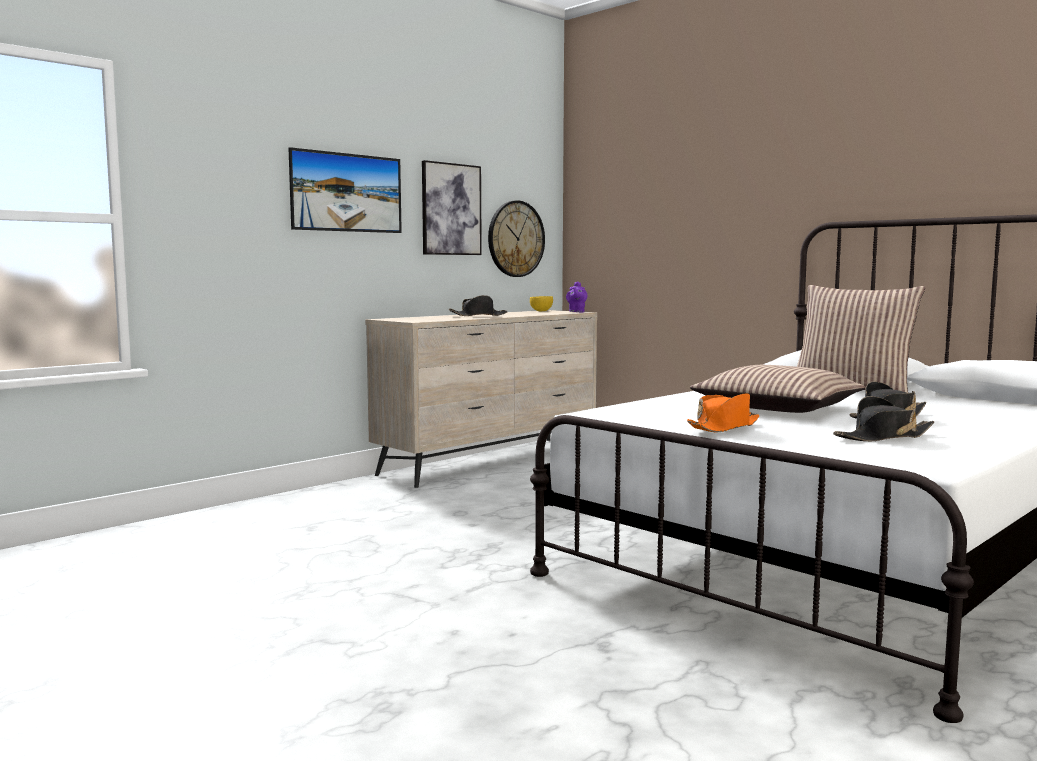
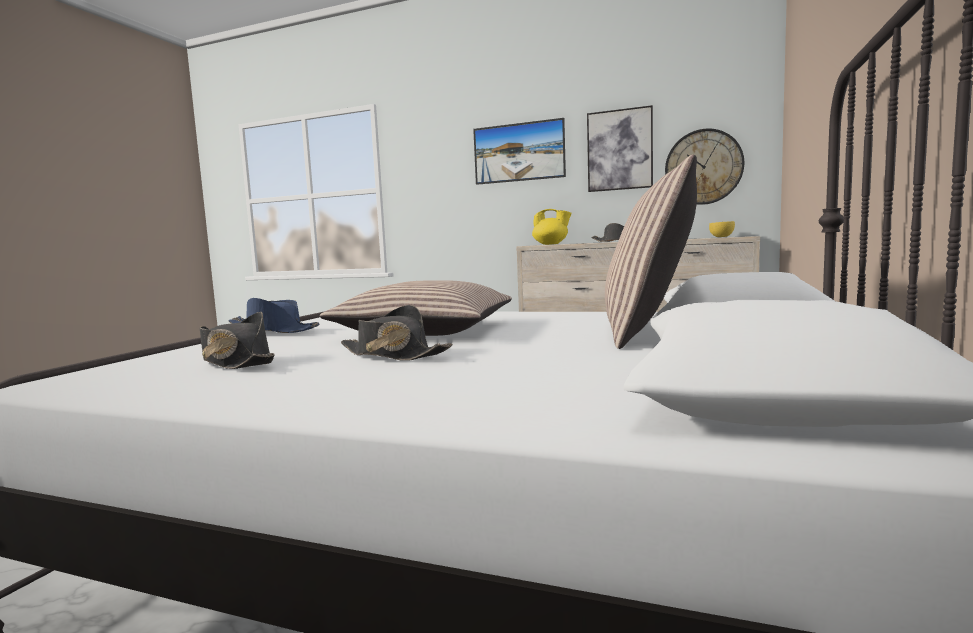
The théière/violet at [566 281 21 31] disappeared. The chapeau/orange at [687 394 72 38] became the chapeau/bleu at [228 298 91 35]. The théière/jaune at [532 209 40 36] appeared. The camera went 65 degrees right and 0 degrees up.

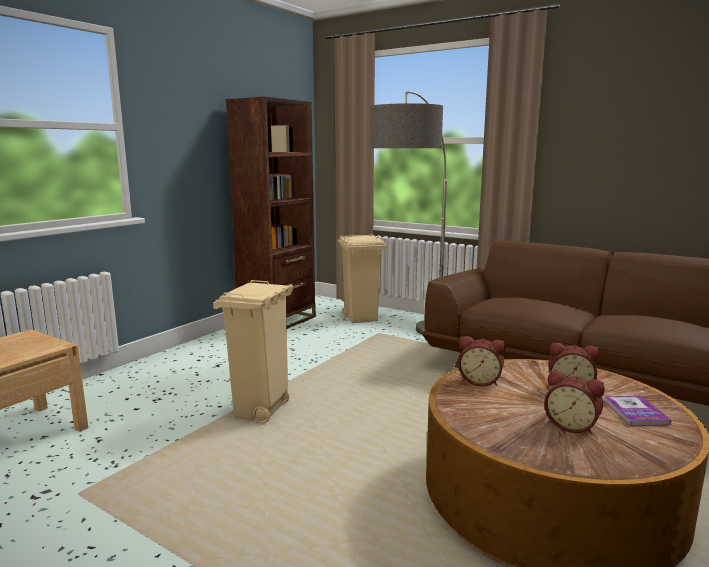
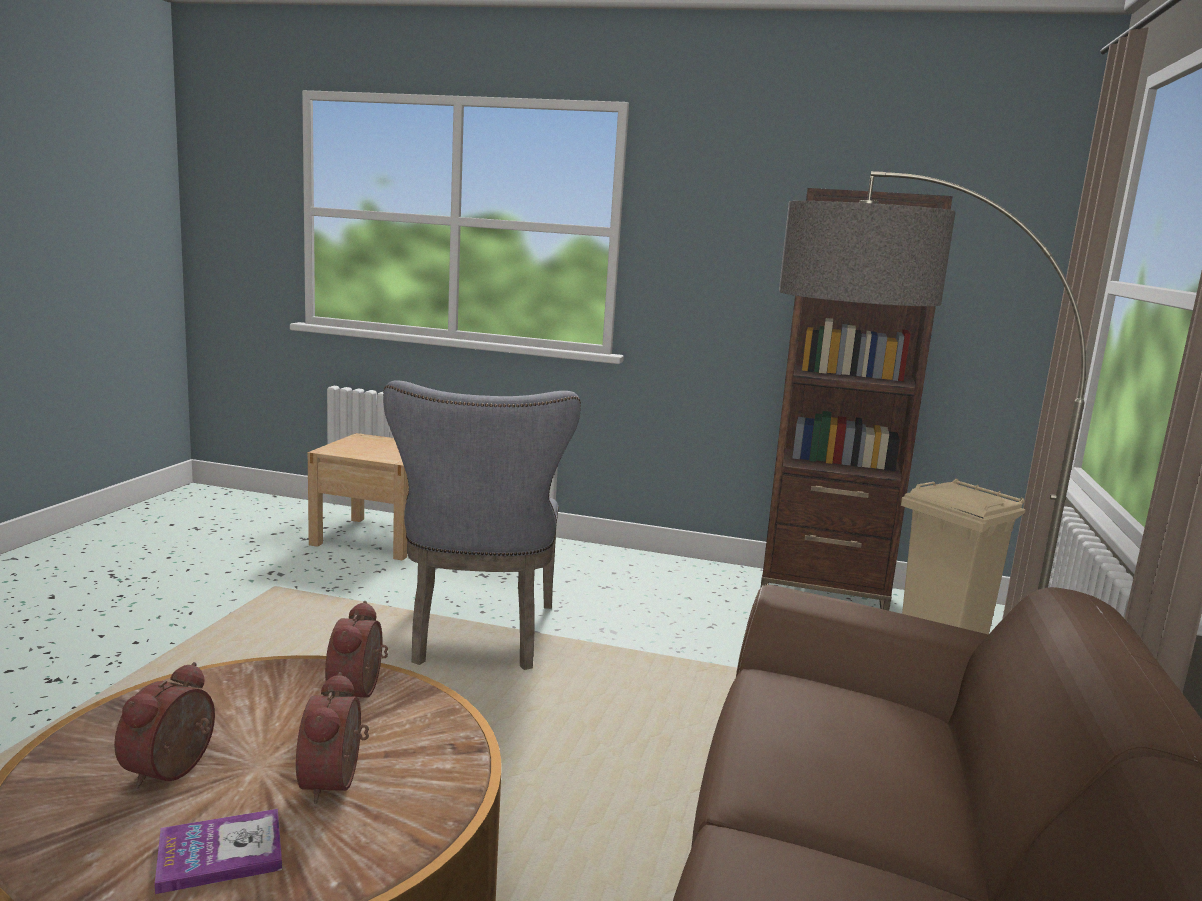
The poubelle/beige at [213 280 80 143] was replaced by the chaise/gris at [383 380 198 290]. The camera went 70 degrees right and 0 degrees up.

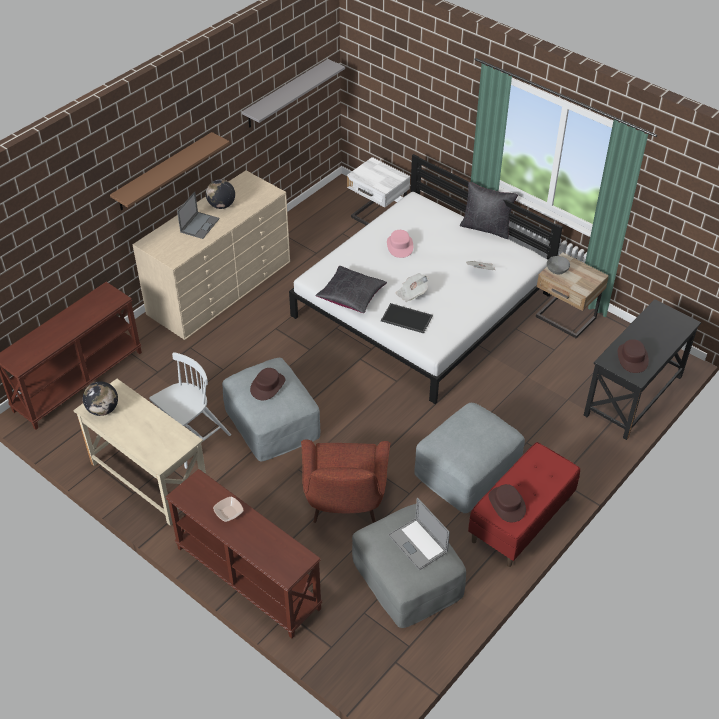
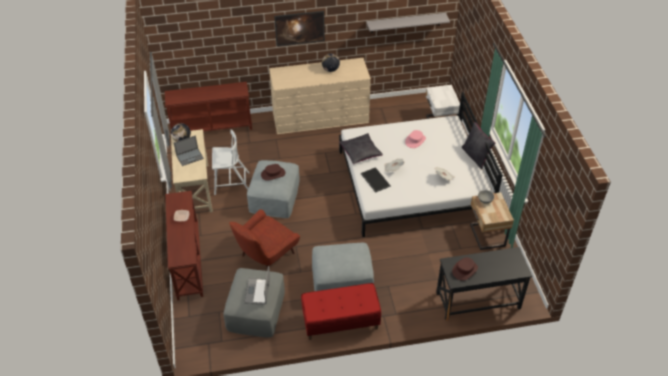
The étagère/marron at [110 132 120 78] was replaced by the tableau at [274 11 51 35]. The ordinateur portable moved from [177 191 43 48] to [174 135 30 31]. The chapeau/marron at [489 484 37 38] disappeared. The camera went 40 degrees right and 0 degrees up.

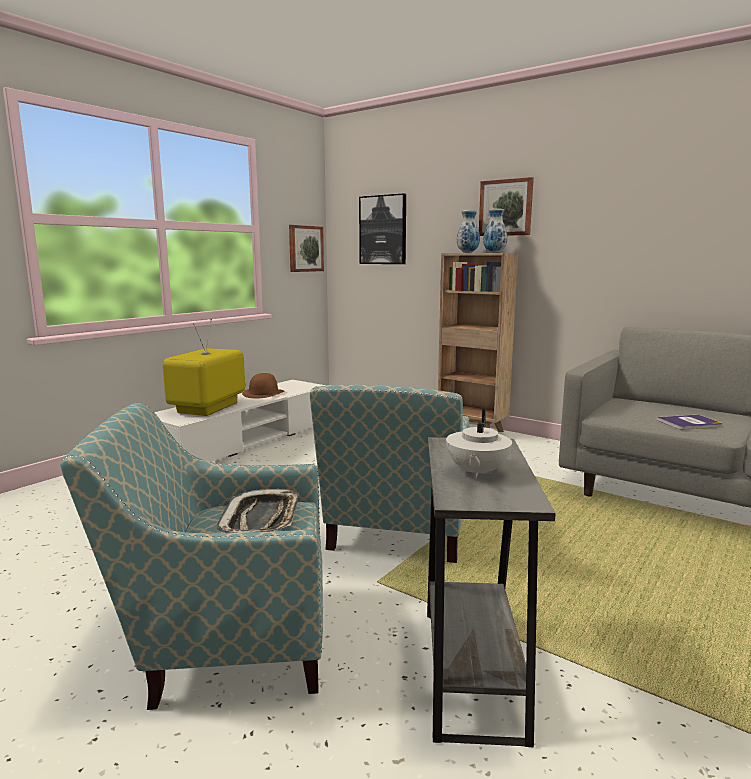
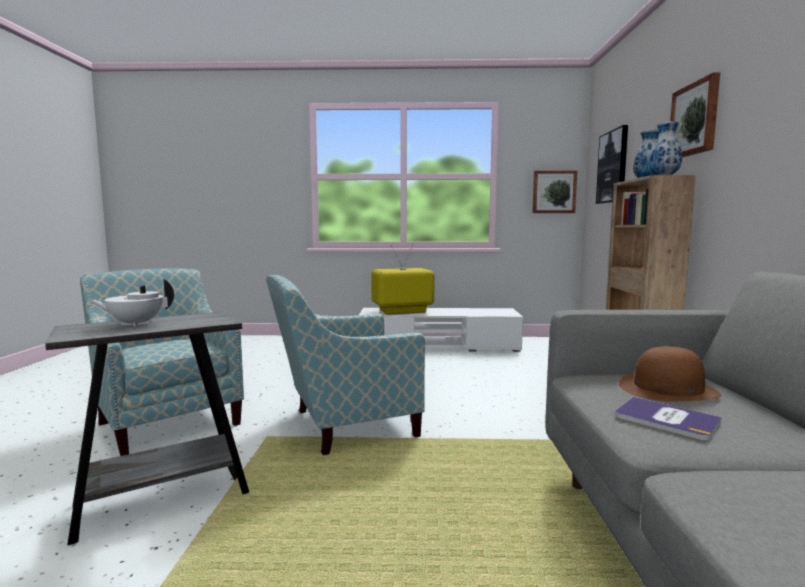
The chapeau/marron moved from [242 373 42 26] to [619 346 103 56]. The plateau at [217 489 82 44] disappeared. The camera went 55 degrees right and 5 degrees down.

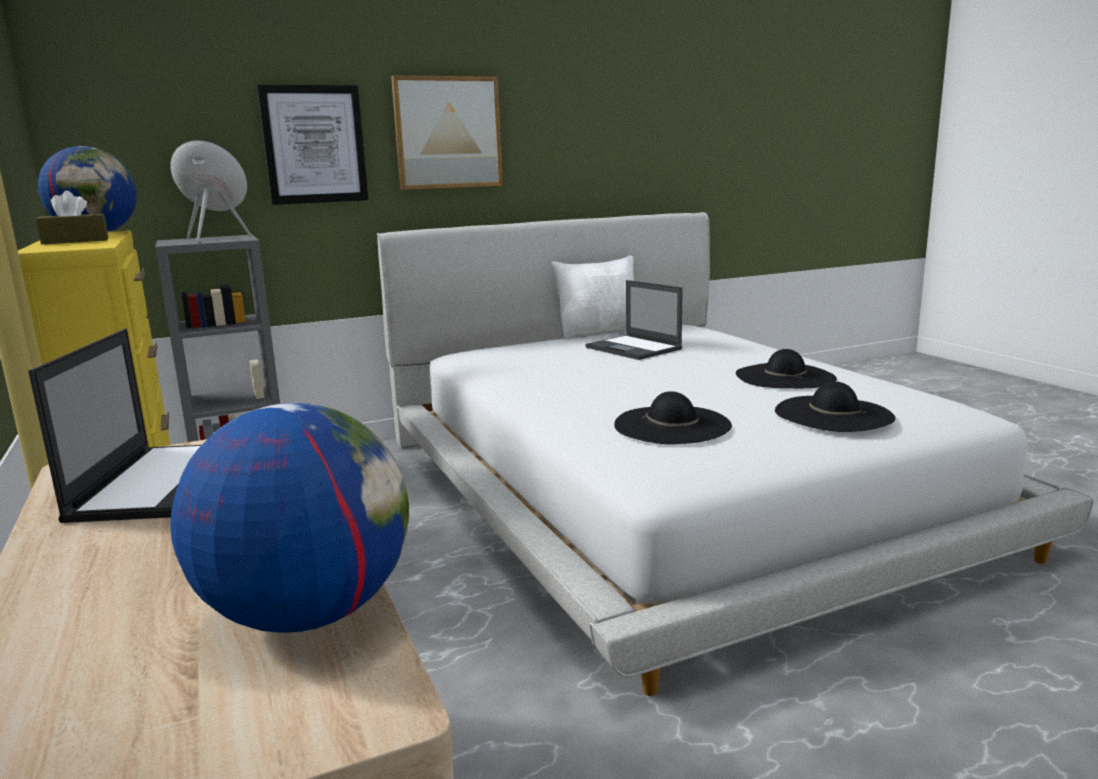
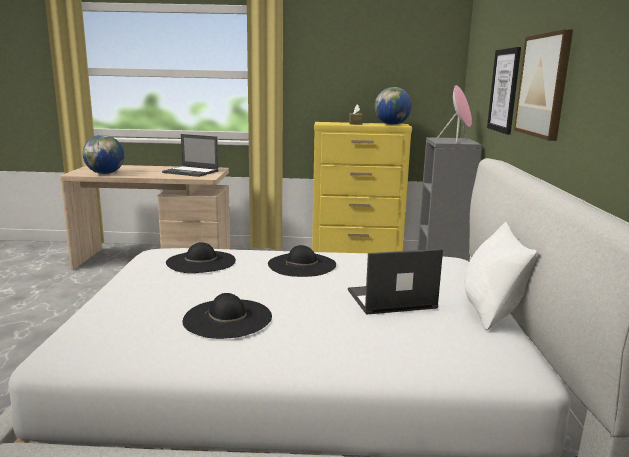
The chapeau/noir moved from [775 382 120 50] to [268 245 68 32]. The camera went 115 degrees right and 0 degrees up.

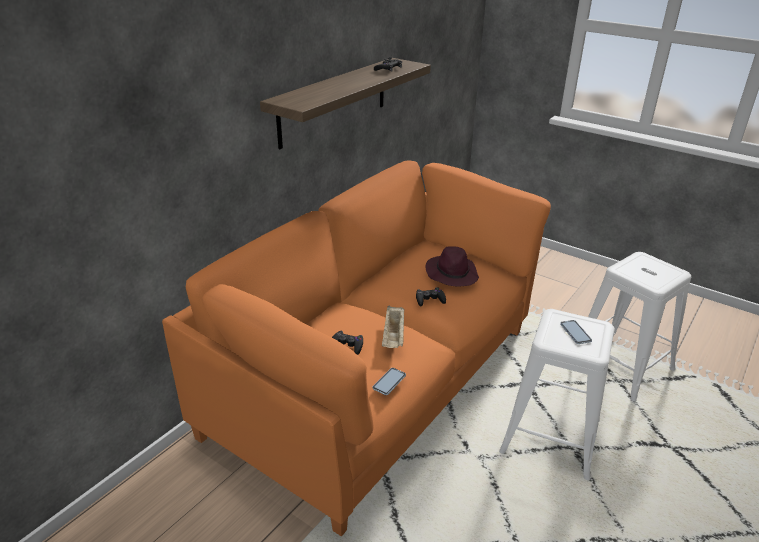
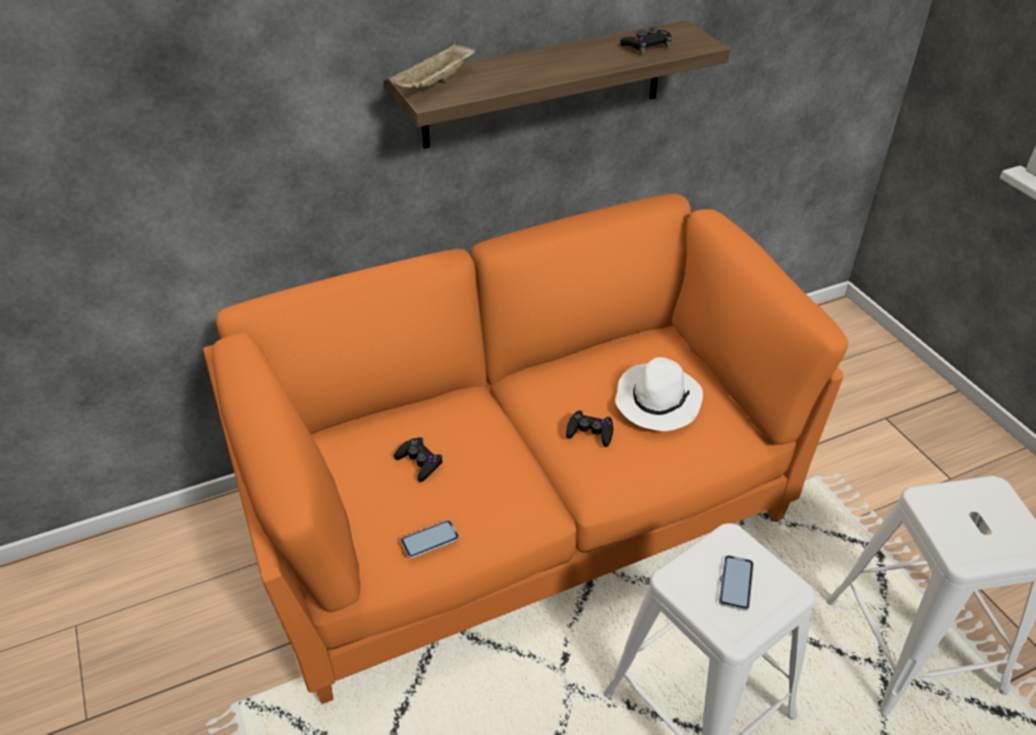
The chapeau/violet at [425 246 54 40] became the chapeau/blanc at [615 357 88 74]. The plateau/beige moved from [382 305 22 43] to [389 42 86 46]. The camera went 30 degrees right and 10 degrees up.

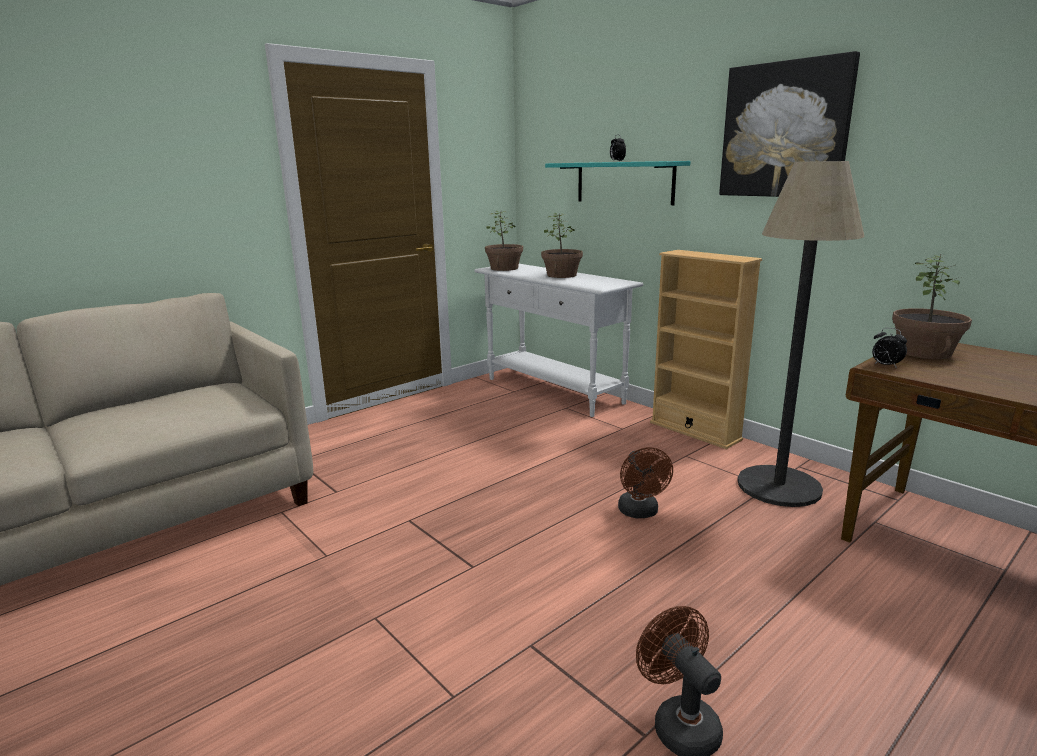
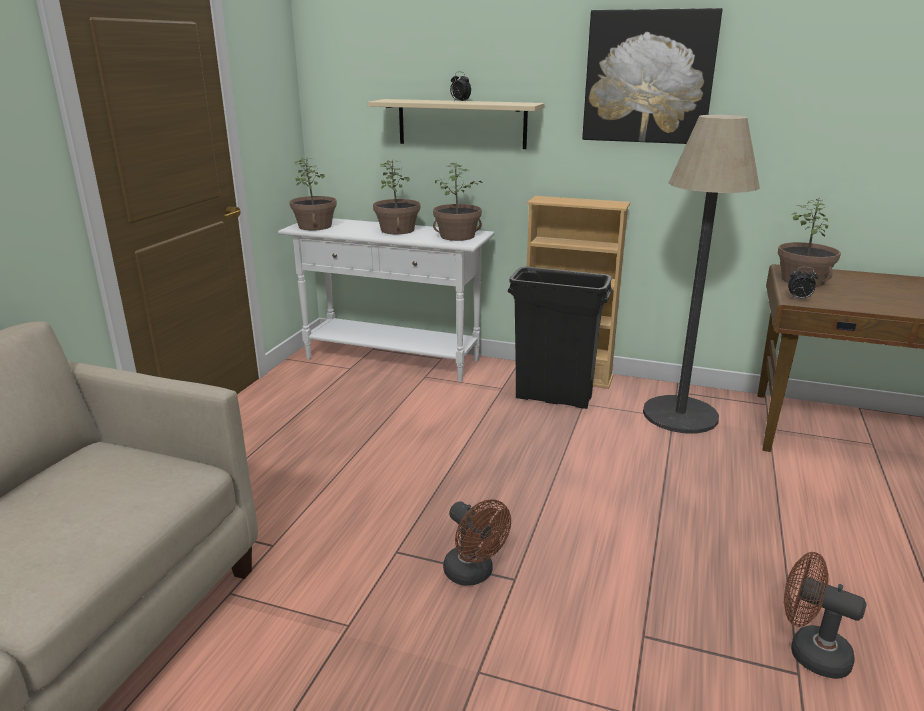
The étagère/turquoise at [545 161 146 44] became the étagère/beige at [368 99 177 50]. The ventilateur/marron moved from [618 447 55 71] to [443 499 68 87]. The plante en pot at [433 163 50 78] appeared. The poubelle/noir at [508 267 104 142] appeared. The camera went 30 degrees left and 5 degrees up.

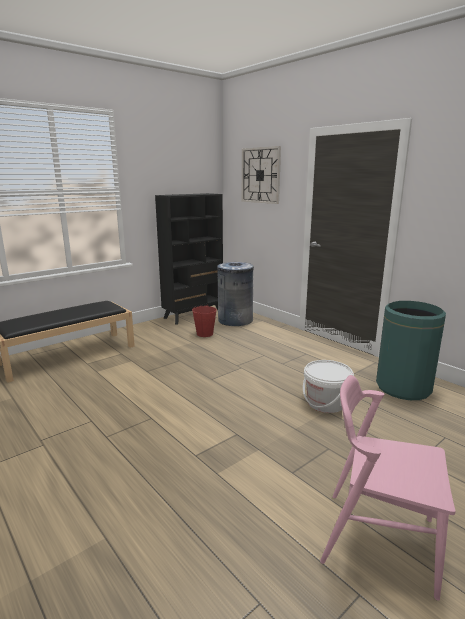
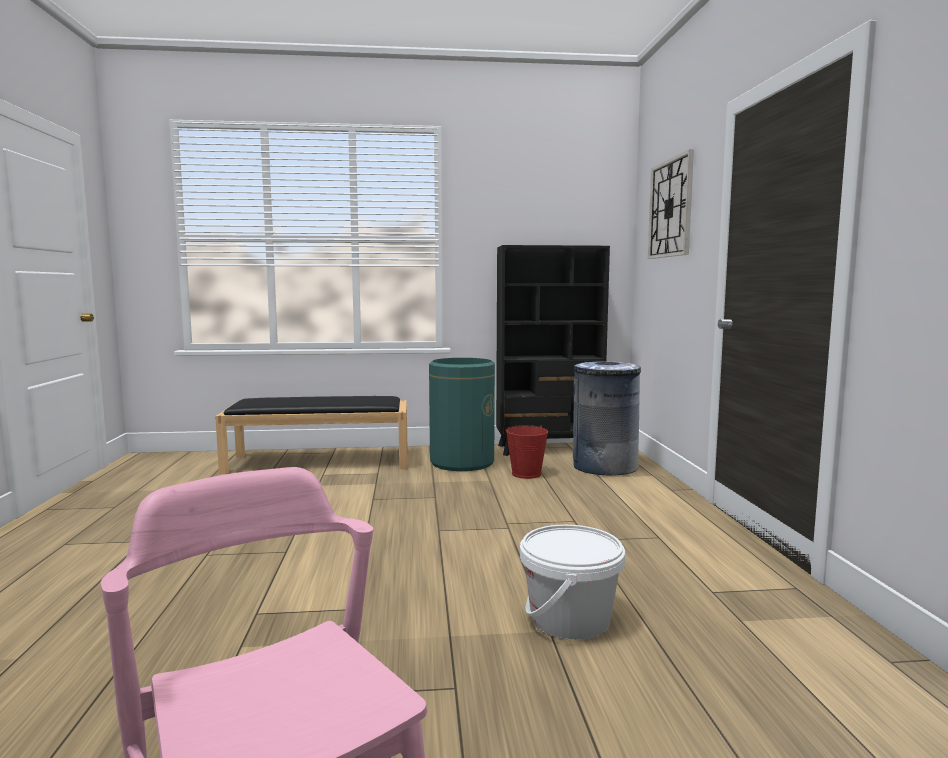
The poubelle/vert moved from [376 301 70 99] to [429 358 66 113]. The camera went 35 degrees right and 10 degrees down.

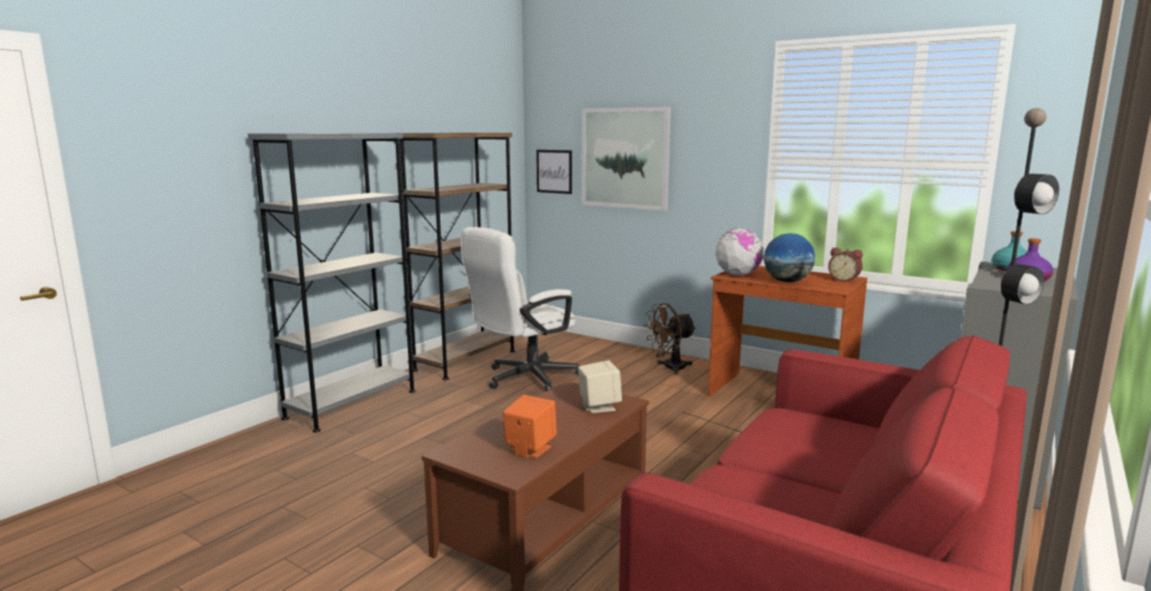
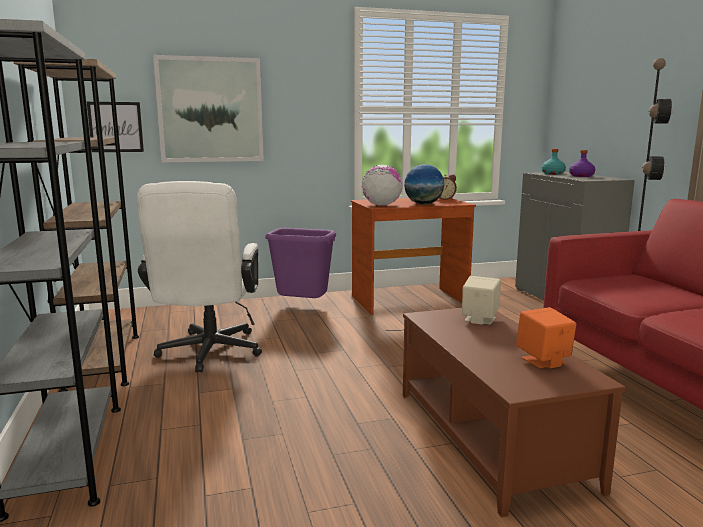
The ventilateur/marron at [644 303 52 71] was replaced by the poubelle/violet at [265 228 71 70]. The camera went 50 degrees left and 0 degrees up.

